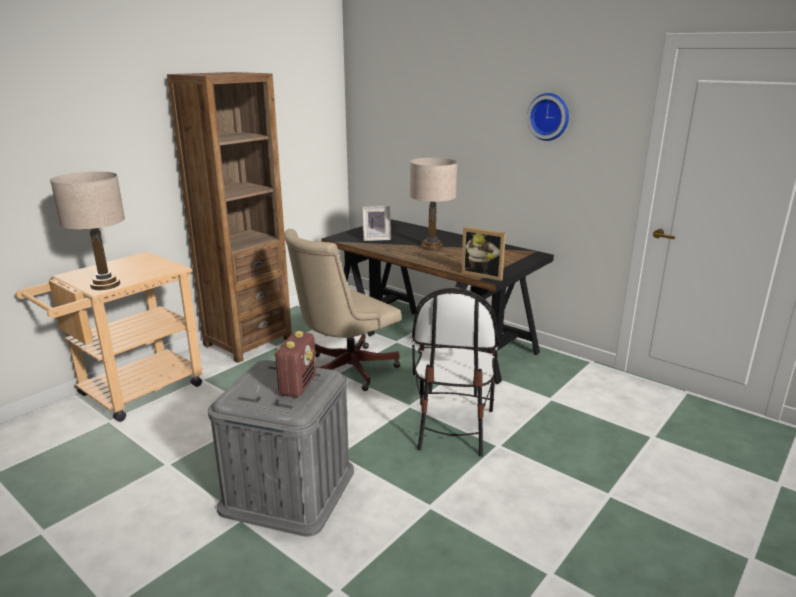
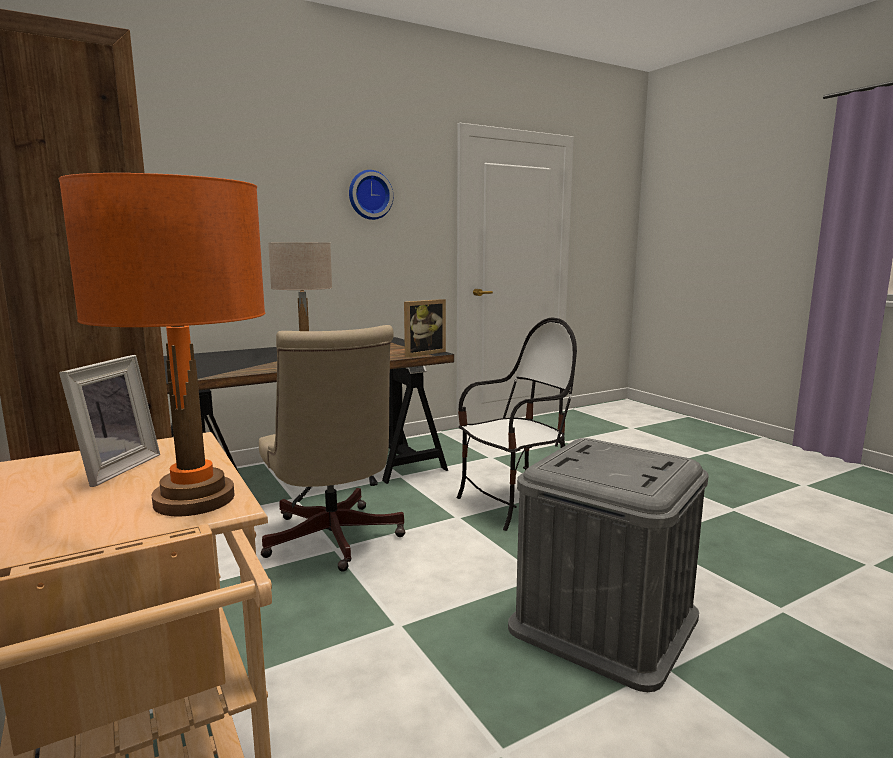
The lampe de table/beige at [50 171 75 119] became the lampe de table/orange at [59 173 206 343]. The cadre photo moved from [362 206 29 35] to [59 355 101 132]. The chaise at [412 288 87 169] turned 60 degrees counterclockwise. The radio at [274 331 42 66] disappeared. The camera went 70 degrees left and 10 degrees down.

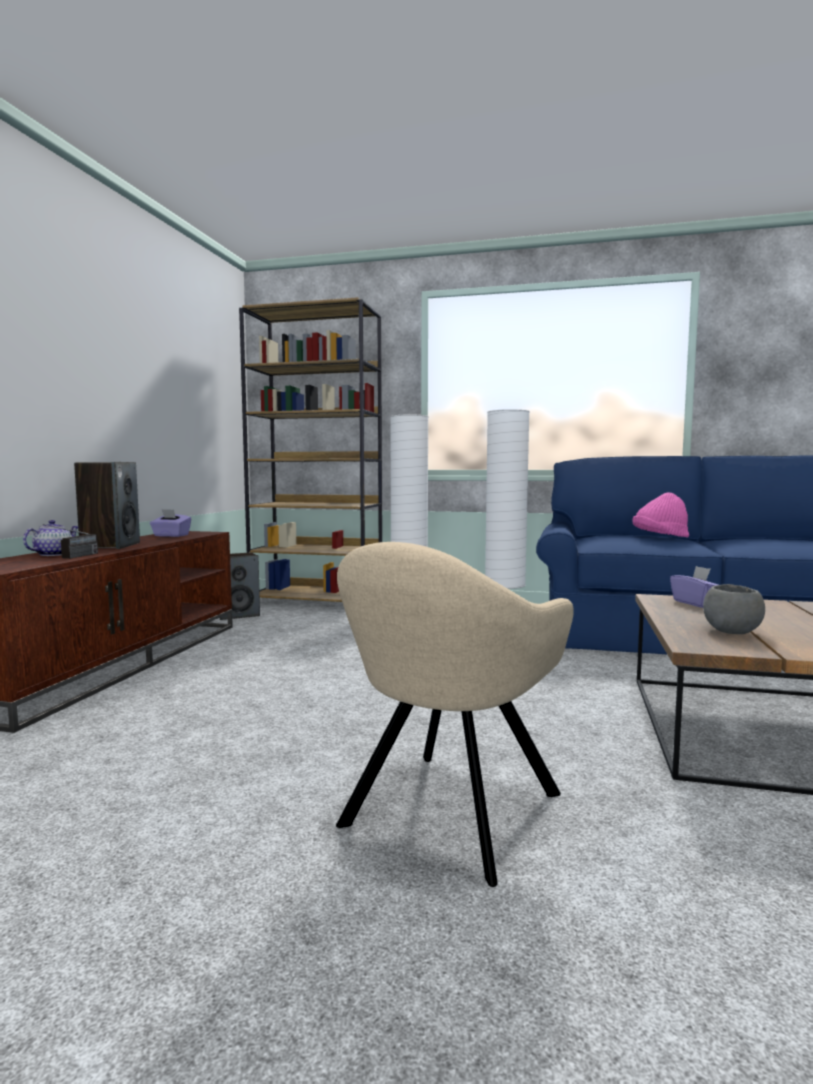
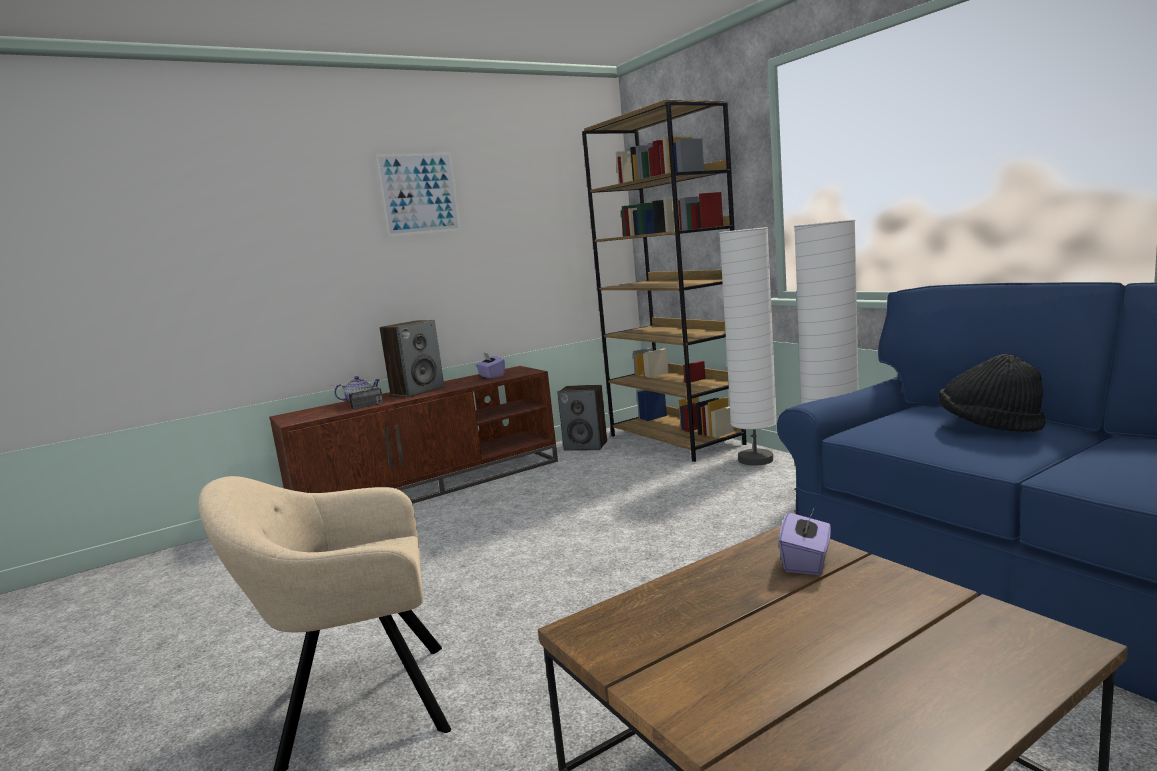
The chapeau/rose at [633 492 56 46] became the chapeau/noir at [938 354 108 78]. The bol/gris at [703 584 62 50] disappeared. The tableau at [375 152 86 85] appeared. The camera went 45 degrees right and 5 degrees up.

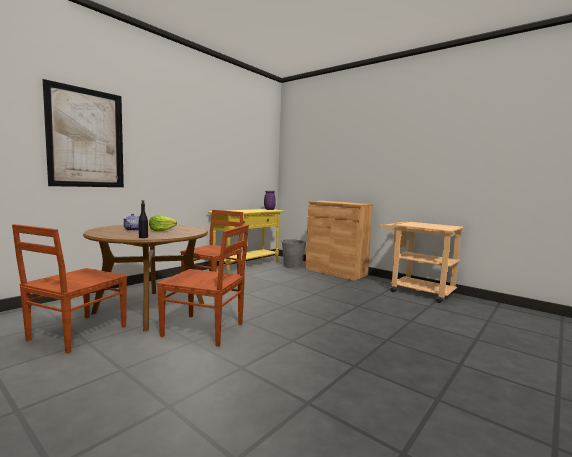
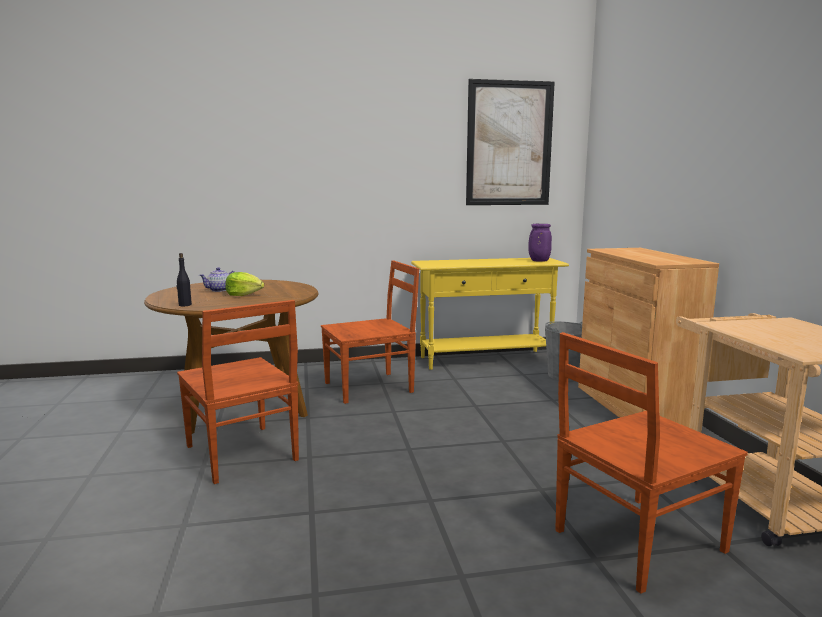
The tableau moved from [43 79 81 108] to [466 79 89 126]. The chaise/marron moved from [12 224 116 129] to [555 332 193 262]. The camera went 40 degrees right and 5 degrees up.

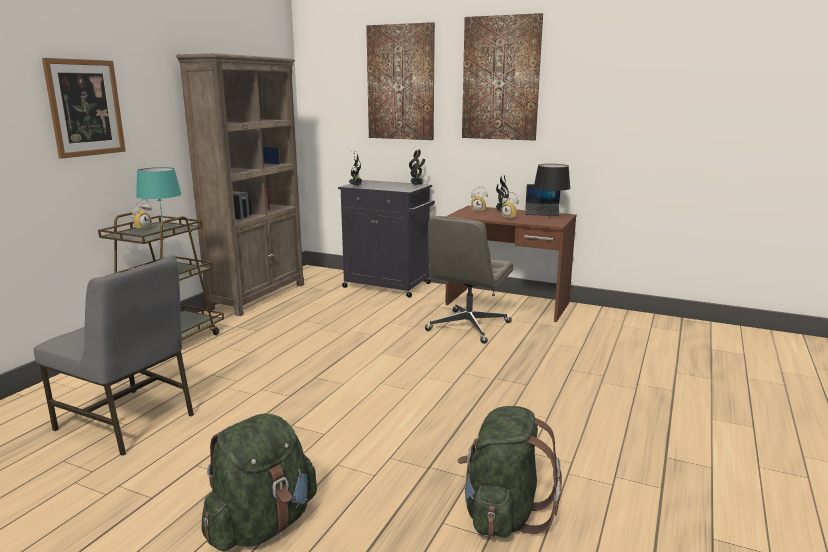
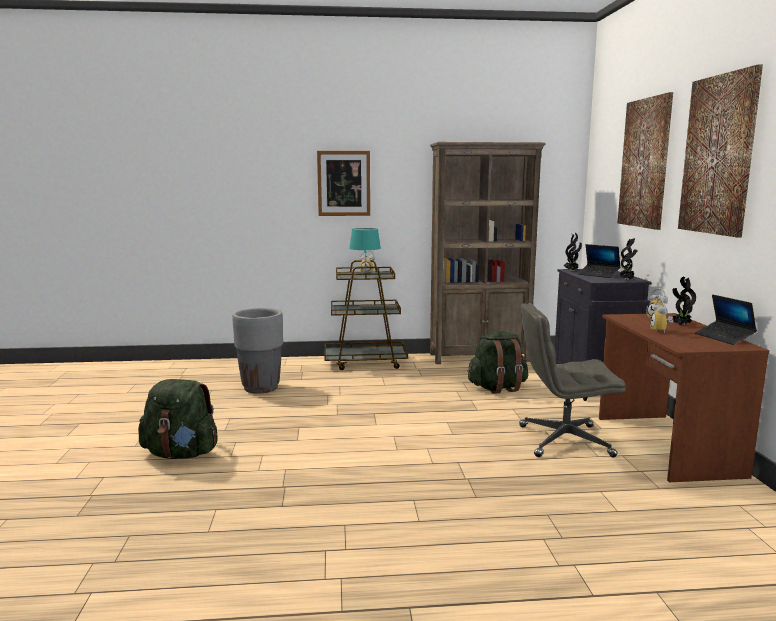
The lampe de table/noir at [533 164 38 56] disappeared. The chaise/gris at [34 254 160 202] was replaced by the cache-pot/gris at [232 308 51 86]. The sac à dos/vert moved from [458 406 104 132] to [468 332 60 62]. The ordinateur portable at [578 244 43 34] appeared. The camera went 60 degrees right and 5 degrees down.

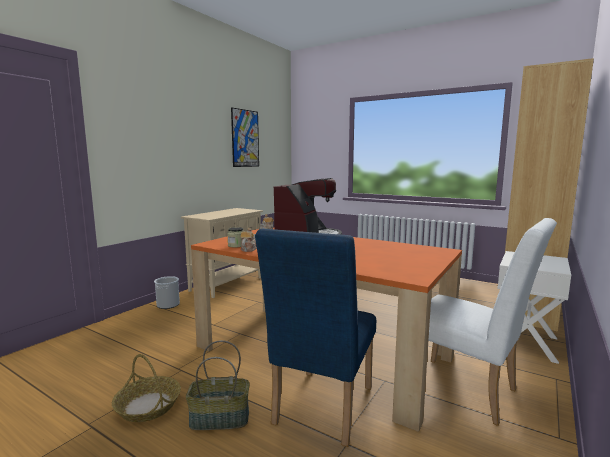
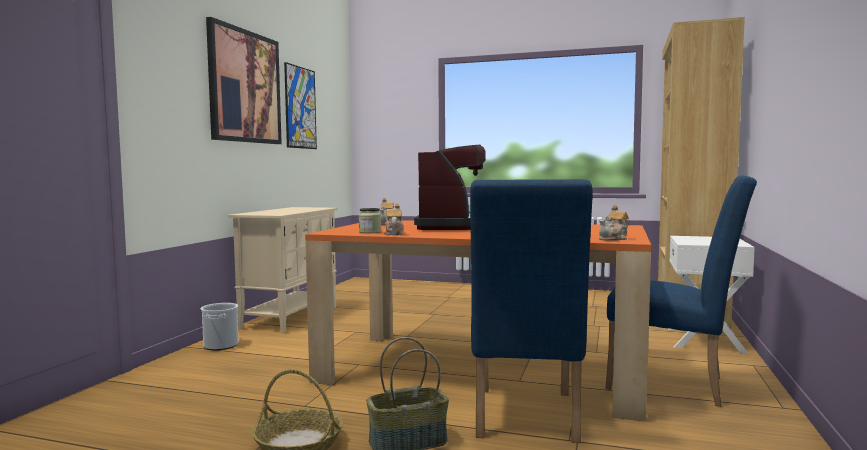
The chaise/blanc at [428 218 129 208] became the chaise/bleu at [605 176 152 231]. The tableau at [206 17 76 127] appeared. The théière at [599 205 30 36] appeared. The camera went 15 degrees left and 5 degrees down.

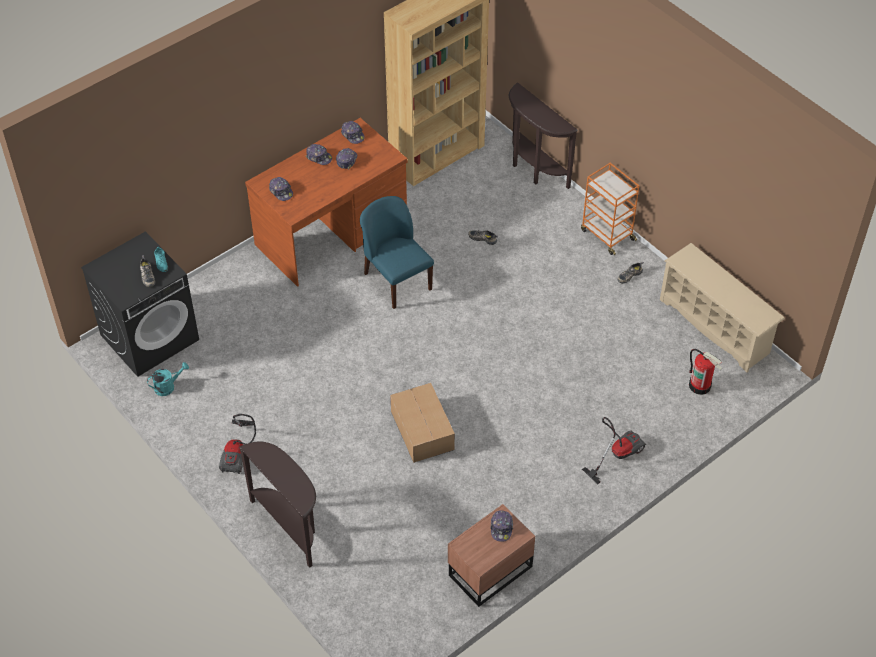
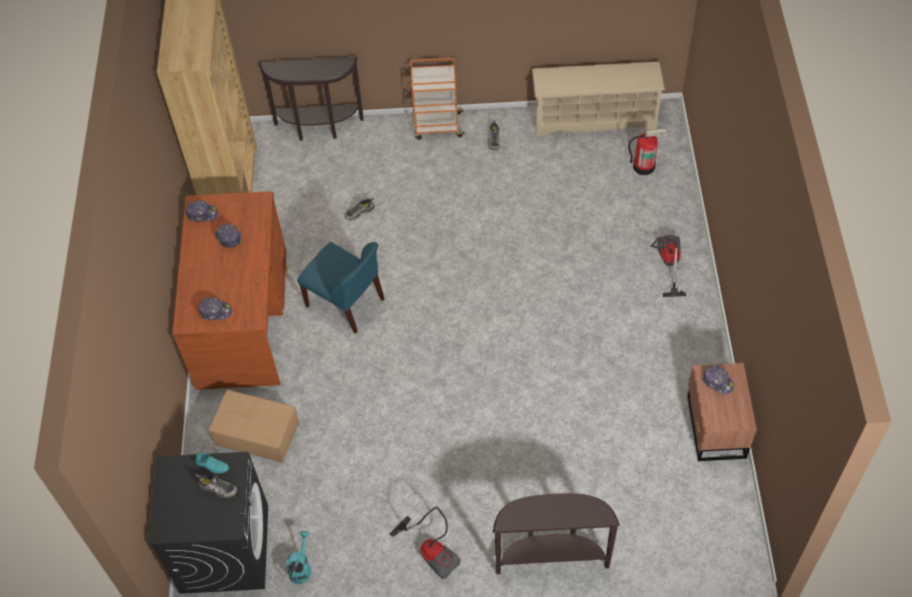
The casquette at [306 144 26 21] disappeared. The chaise/bleu at [360 196 74 113] turned 150 degrees counterclockwise. The carton moved from [390 383 65 80] to [208 390 91 73]. The camera went 50 degrees left and 5 degrees up.

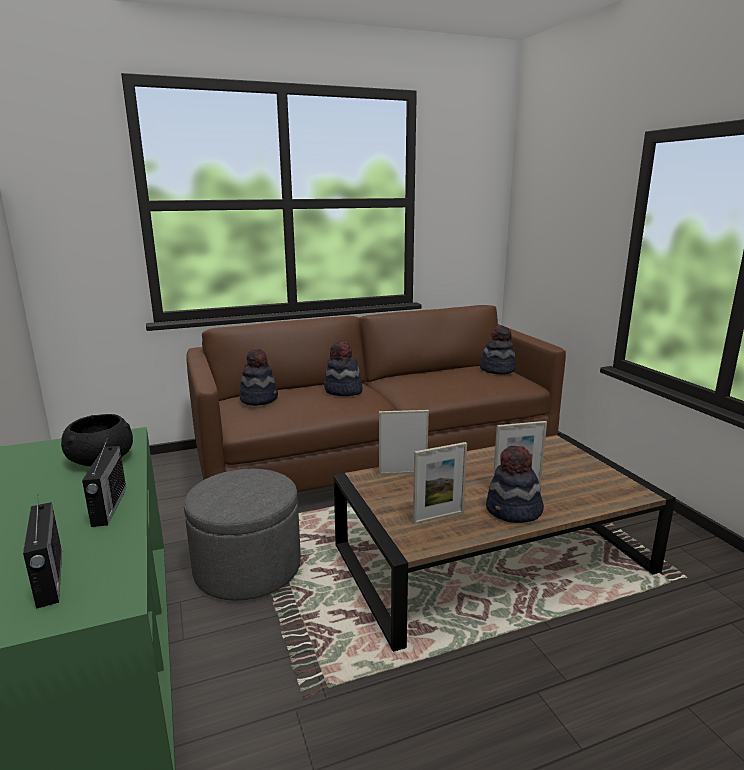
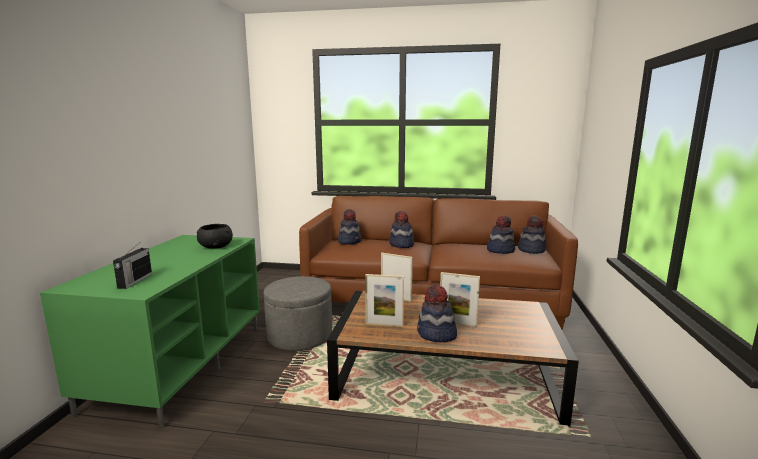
The radio at [82 437 44 90] disappeared. The chapeau at [487 215 28 39] appeared. The camera went 30 degrees right and 5 degrees down.

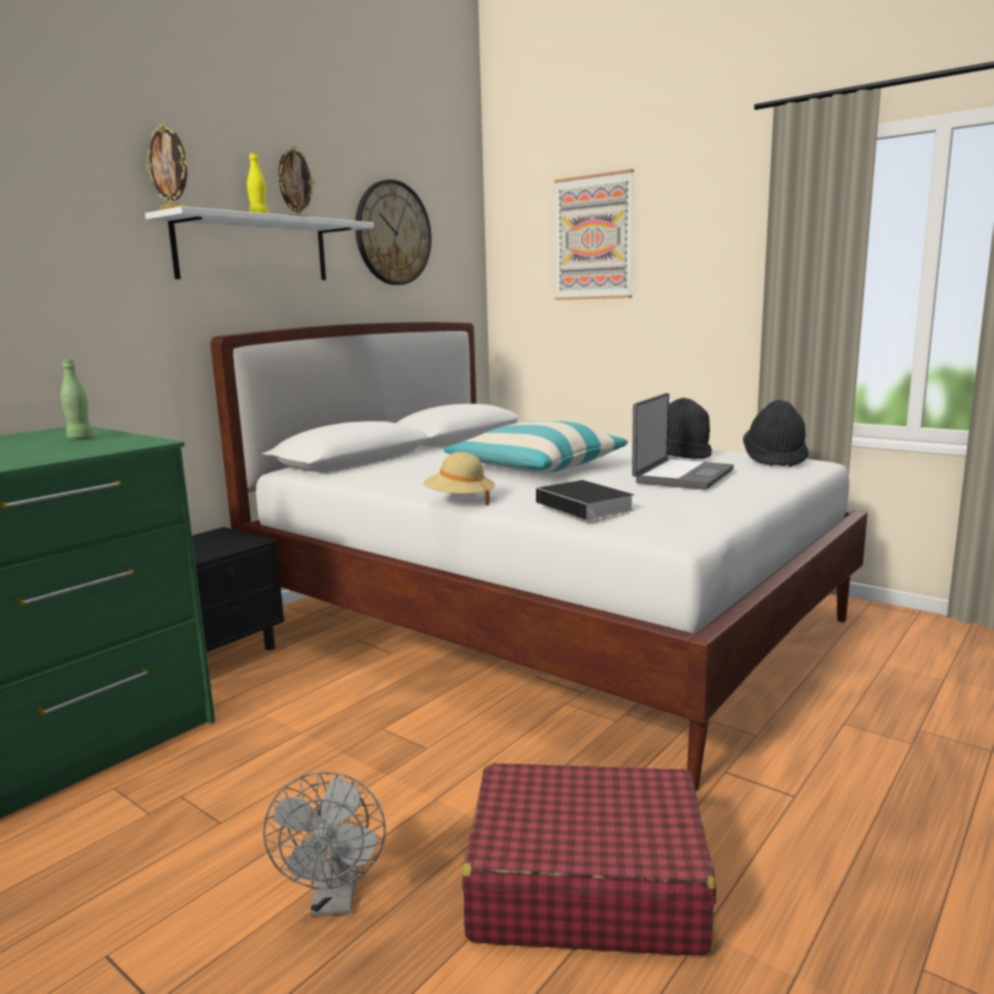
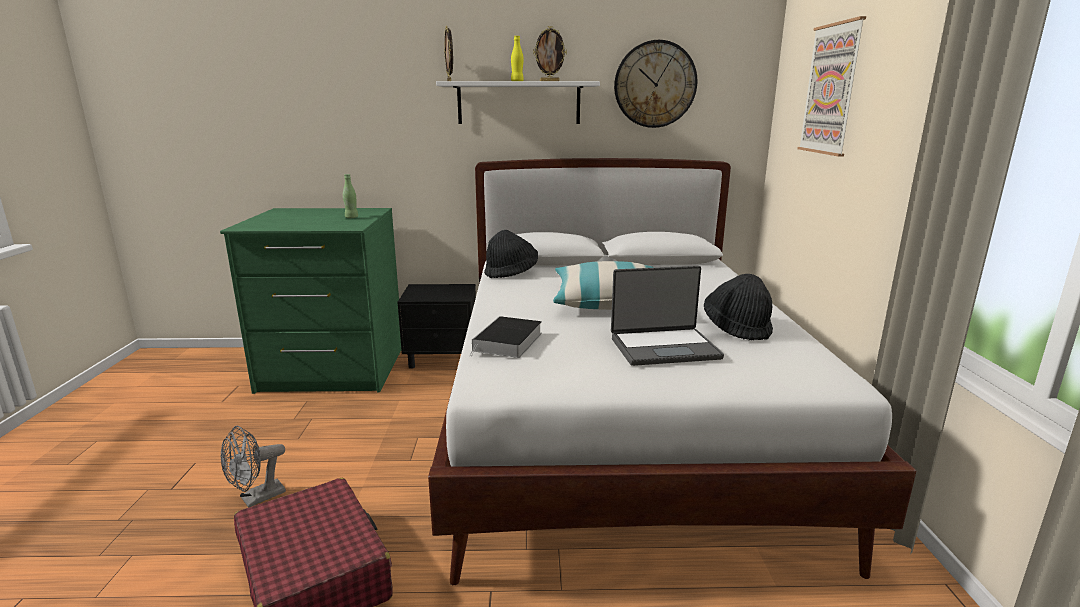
The chapeau/noir moved from [743 400 66 67] to [484 230 54 48]. The chapeau/beige at [423 452 72 54] disappeared. The camera went 50 degrees right and 5 degrees up.

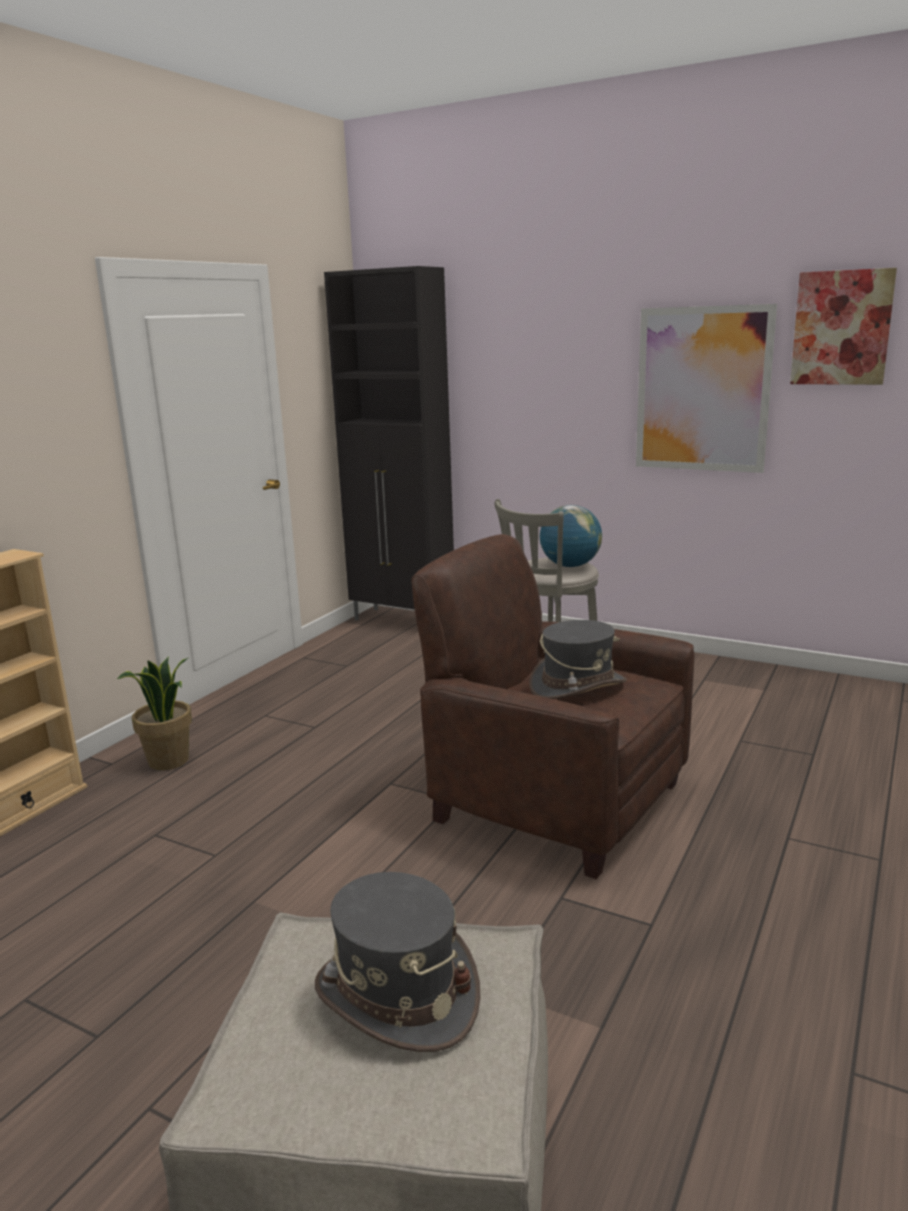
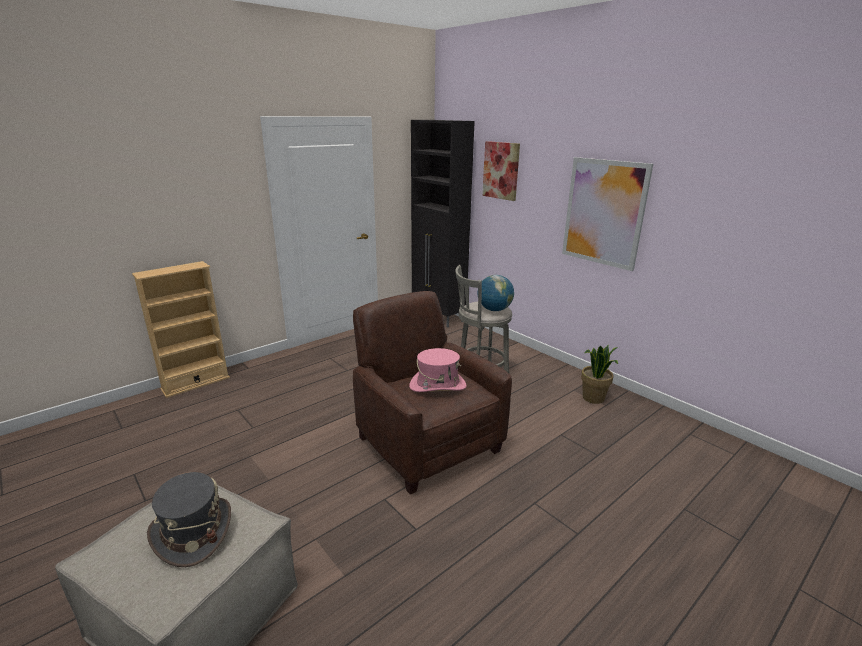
The tableau moved from [790 268 107 117] to [482 141 38 60]. The chapeau/gris at [529 620 98 79] became the chapeau/rose at [409 348 57 44]. The plante en pot moved from [117 656 75 114] to [581 345 37 59]. The camera went 20 degrees right and 5 degrees up.

